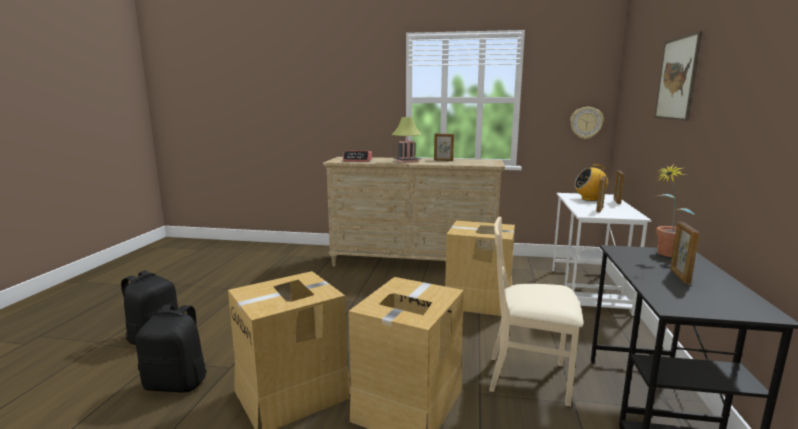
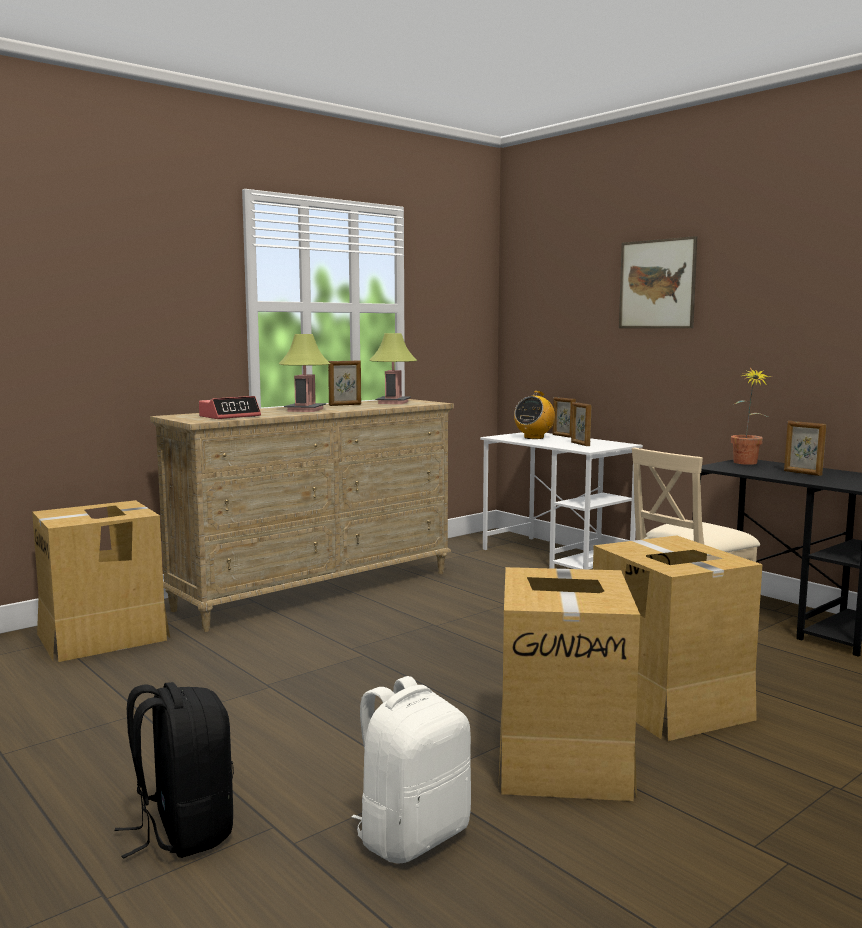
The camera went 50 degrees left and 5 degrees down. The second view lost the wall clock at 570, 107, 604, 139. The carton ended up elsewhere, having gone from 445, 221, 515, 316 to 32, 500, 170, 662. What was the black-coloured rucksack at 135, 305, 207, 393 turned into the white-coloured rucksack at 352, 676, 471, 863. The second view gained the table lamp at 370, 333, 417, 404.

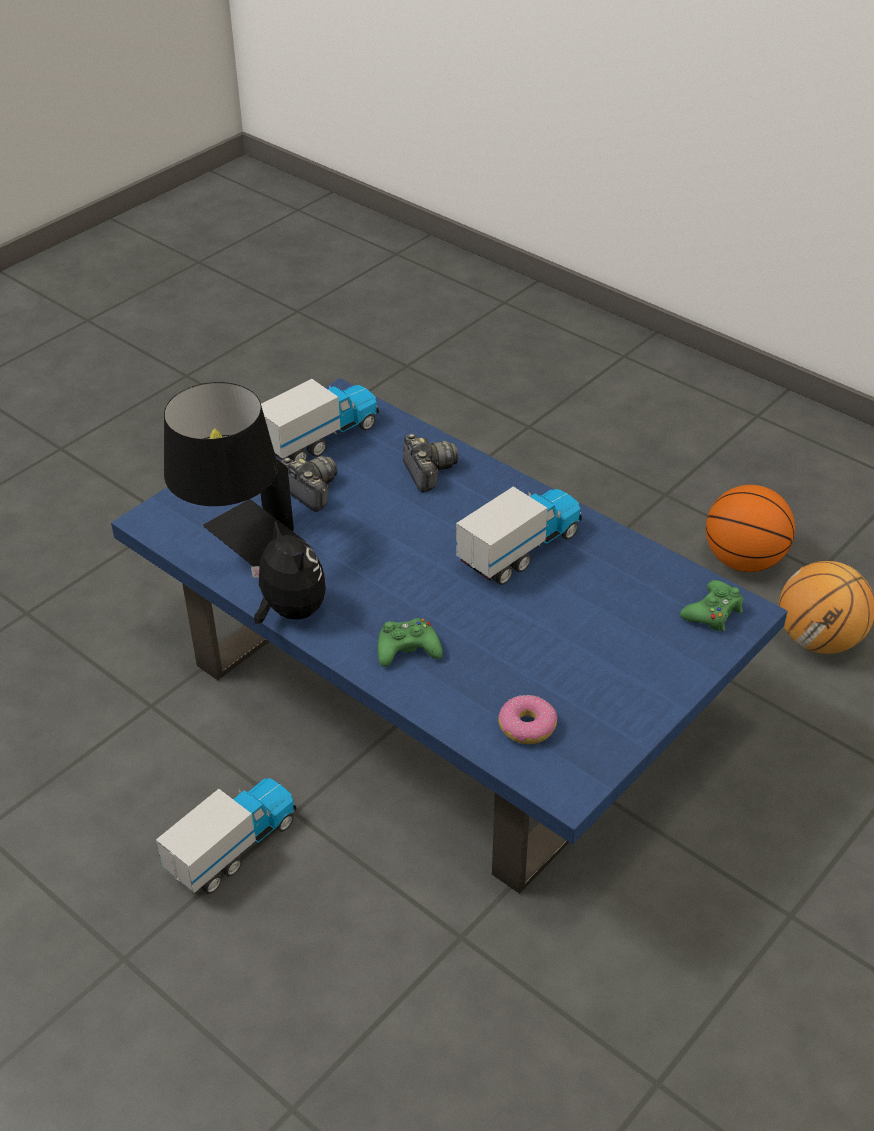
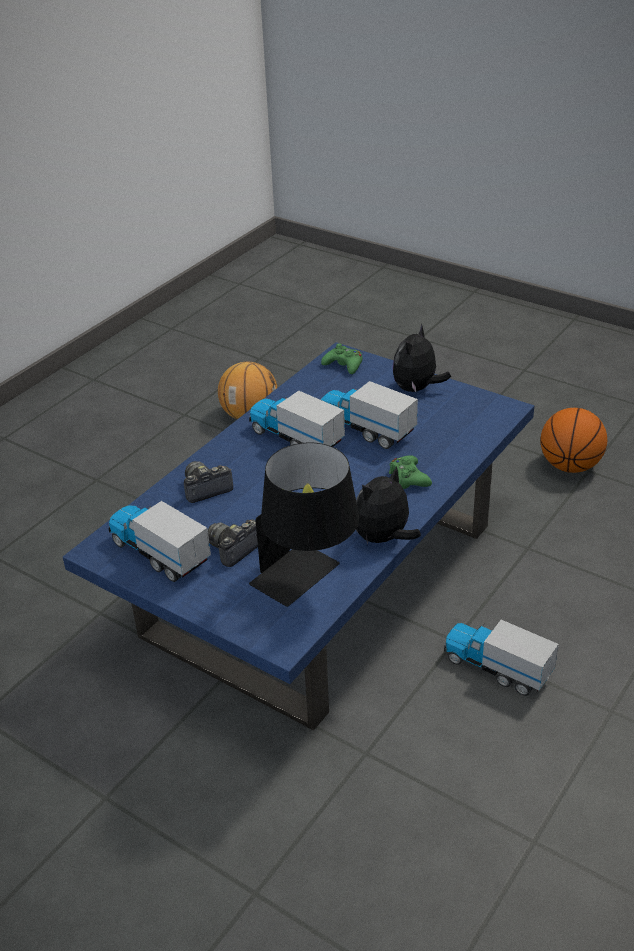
The camera went 95 degrees left and 5 degrees down. The ball for basketball ended up elsewhere, having gone from 706, 485, 795, 572 to 540, 408, 607, 473. The second view lost the ring doughnut at 498, 695, 557, 744. The second view gained the cuddly toy at 392, 323, 451, 393. The second view gained the model truck at 321, 381, 418, 449.

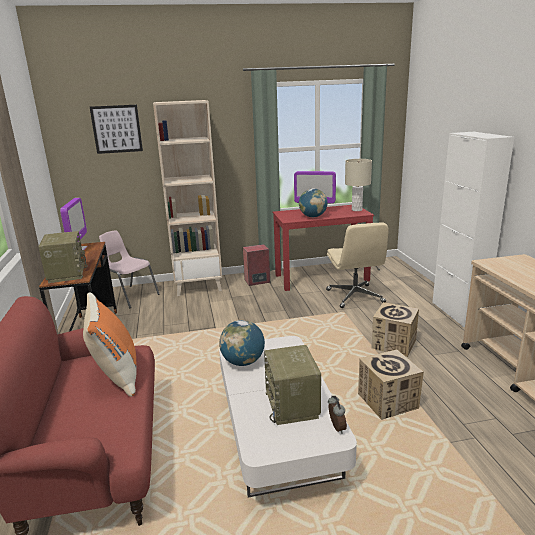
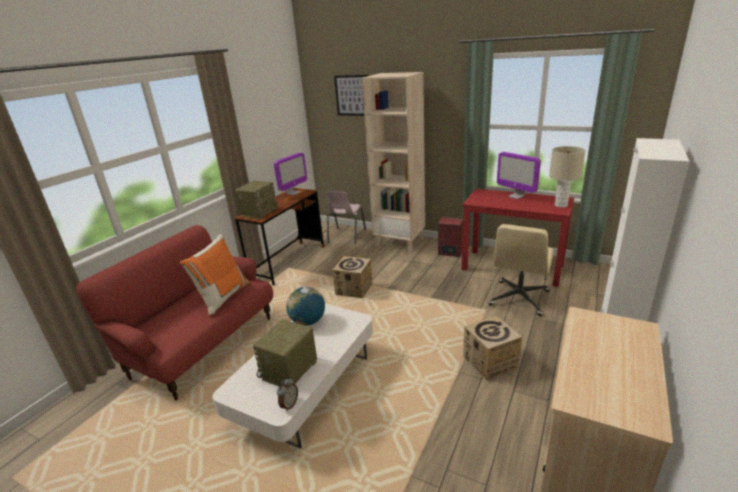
The camera went 40 degrees right and 5 degrees up. The second view lost the globe at 299, 188, 328, 217. The pink-coloured chair at 99, 230, 160, 309 ended up facing another way, 150 degrees counterclockwise from before. The carton ended up elsewhere, having gone from 358, 349, 424, 420 to 332, 256, 373, 298.

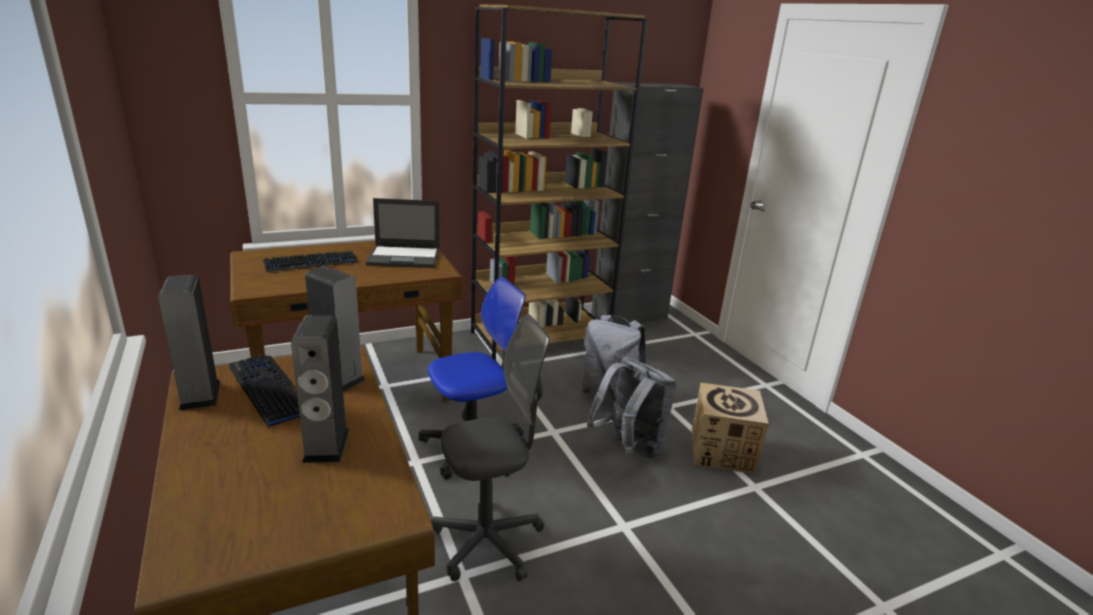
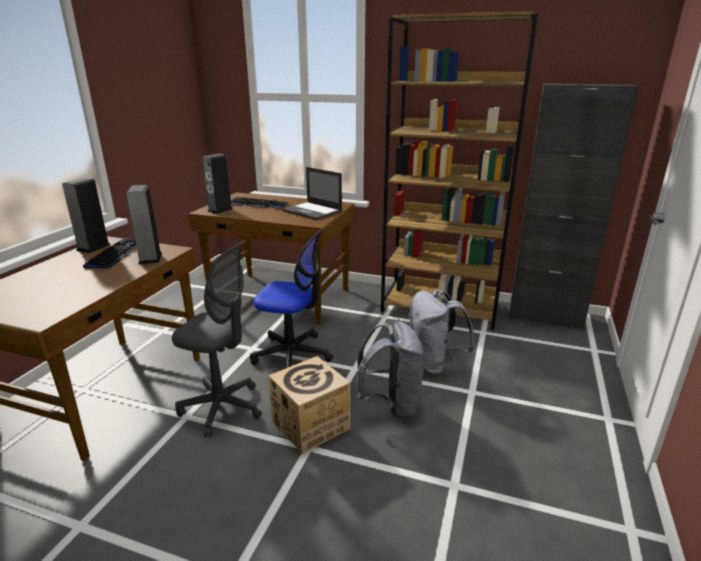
The camera went 45 degrees right and 0 degrees up. The audio speaker ended up elsewhere, having gone from 291, 315, 349, 463 to 202, 154, 233, 214. The carton ended up elsewhere, having gone from 692, 383, 769, 474 to 268, 356, 350, 454.

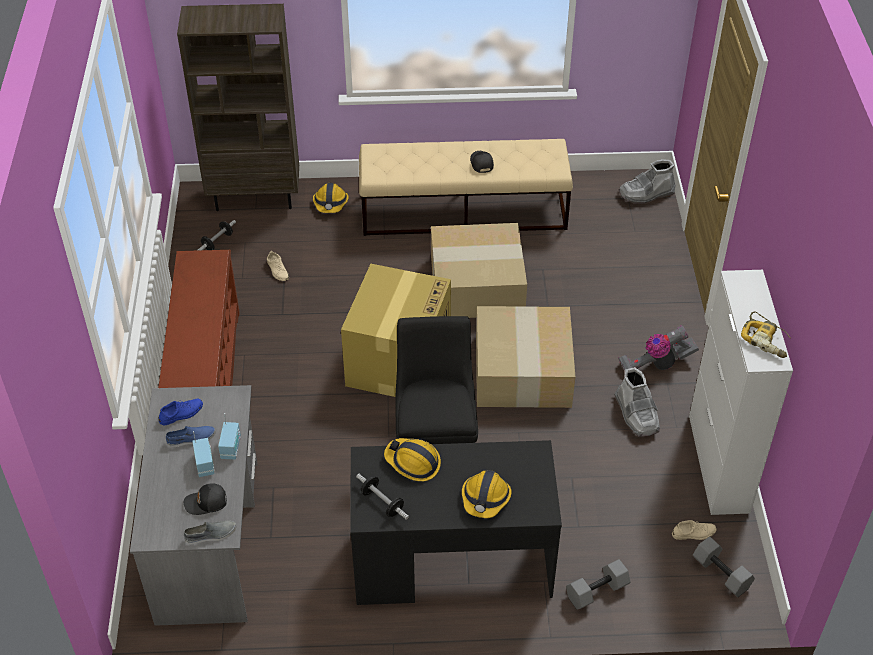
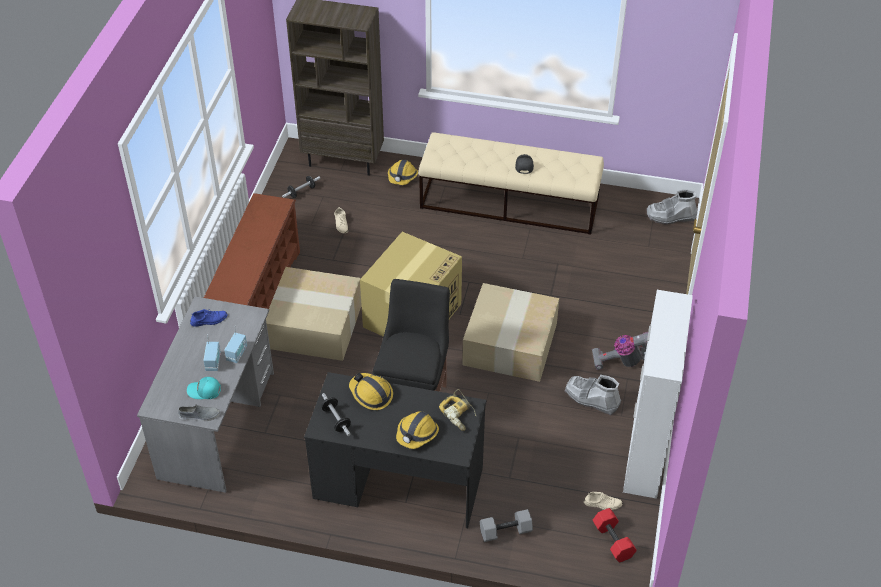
The camera went 15 degrees right and 0 degrees up. The carton ended up elsewhere, having gone from 431, 223, 527, 318 to 266, 267, 362, 361. The electric drill ended up elsewhere, having gone from 741, 311, 791, 358 to 439, 389, 476, 431. The grey tall boot at 614, 367, 660, 437 ended up facing another way, 120 degrees clockwise from before. The second view lost the blue-coloured shoe at 166, 426, 216, 447. What was the black-coloured peaked cap at 184, 483, 227, 515 turned into the blue-green peaked cap at 187, 377, 221, 399. What was the grey free weight at 693, 537, 755, 597 turned into the red-coloured free weight at 592, 508, 637, 563.

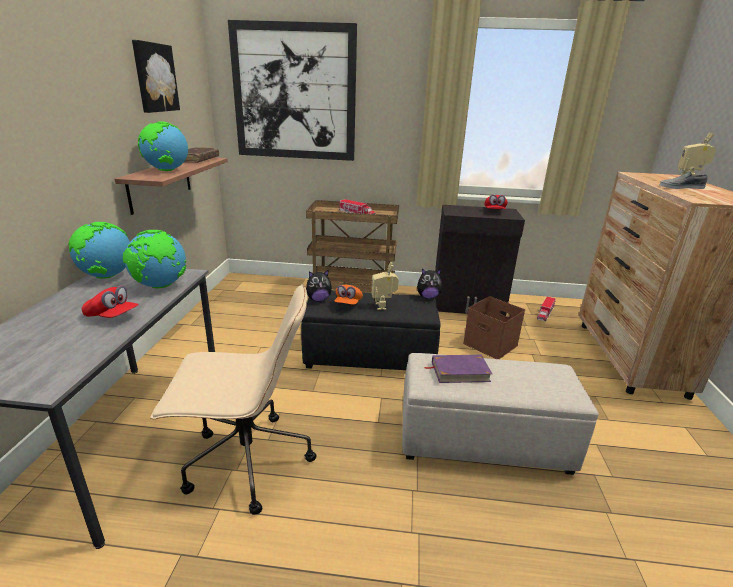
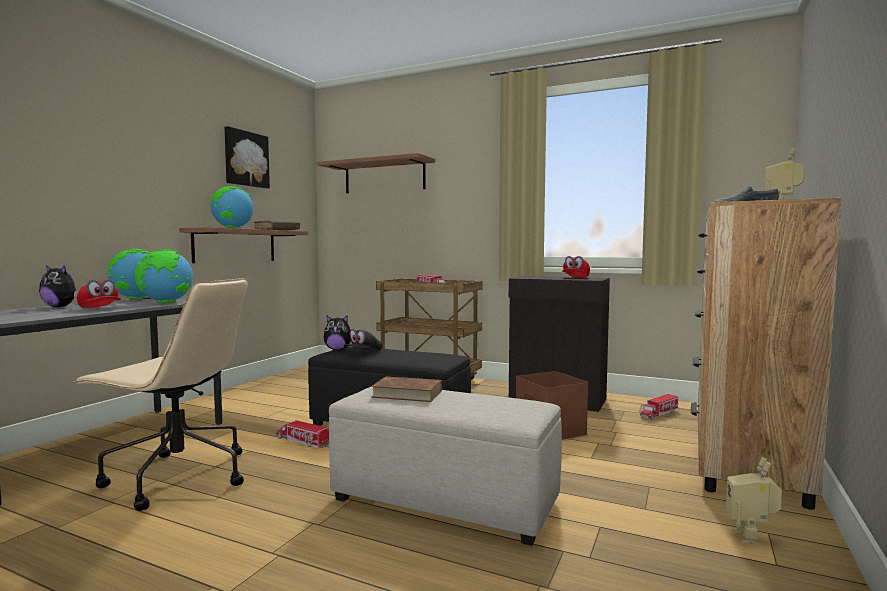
The camera went 20 degrees right and 20 degrees down. Where the wall picture hung at 228, 20, 357, 161, the bracket shelf came to hang at 317, 153, 435, 193. The toy robot ended up elsewhere, having gone from 372, 262, 399, 310 to 726, 457, 782, 546. The cuddly toy ended up elsewhere, having gone from 417, 269, 442, 299 to 39, 265, 79, 307. What was the orangey peaked cap at 334, 285, 363, 305 turned into the black-coloured peaked cap at 343, 329, 382, 351. What was the purple book at 425, 355, 492, 383 turned into the brown book at 371, 377, 442, 402. The second view gained the model truck at 276, 420, 329, 448.

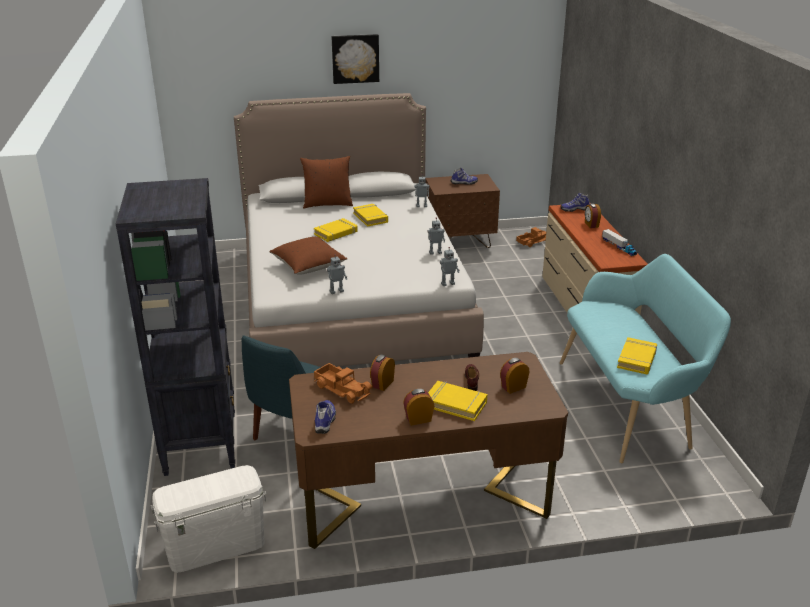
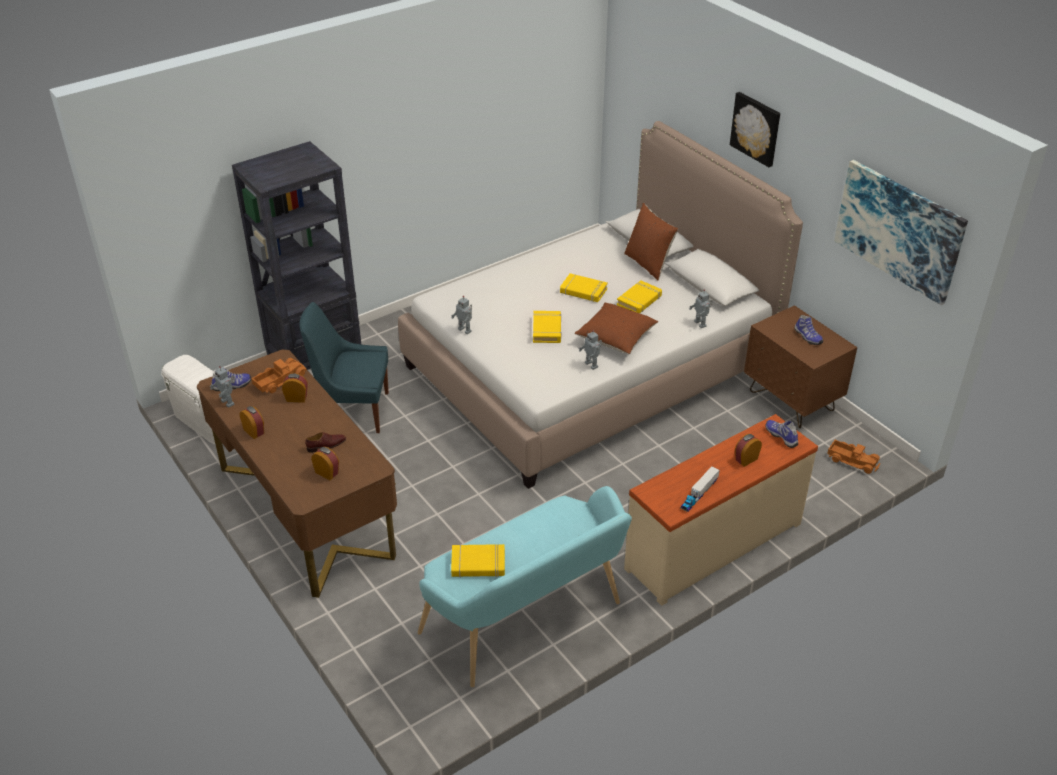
The camera went 65 degrees right and 10 degrees up. The brown pillow ended up elsewhere, having gone from 269, 237, 347, 275 to 575, 303, 658, 354. The toy robot ended up elsewhere, having gone from 440, 247, 459, 286 to 210, 366, 235, 408. The model truck at 314, 363, 372, 404 ended up facing another way, 150 degrees counterclockwise from before. The yellowish book ended up elsewhere, having gone from 428, 381, 487, 421 to 533, 311, 561, 343. The second view gained the wall picture at 834, 160, 968, 305.

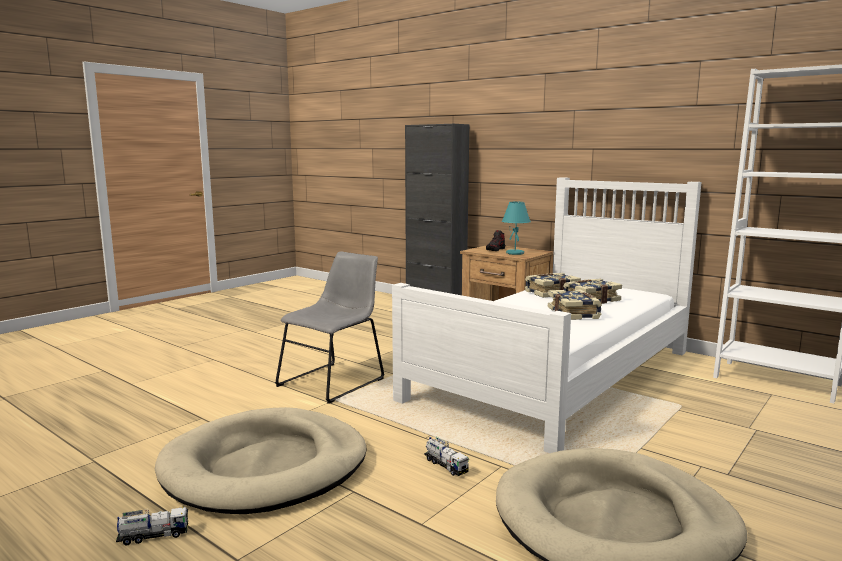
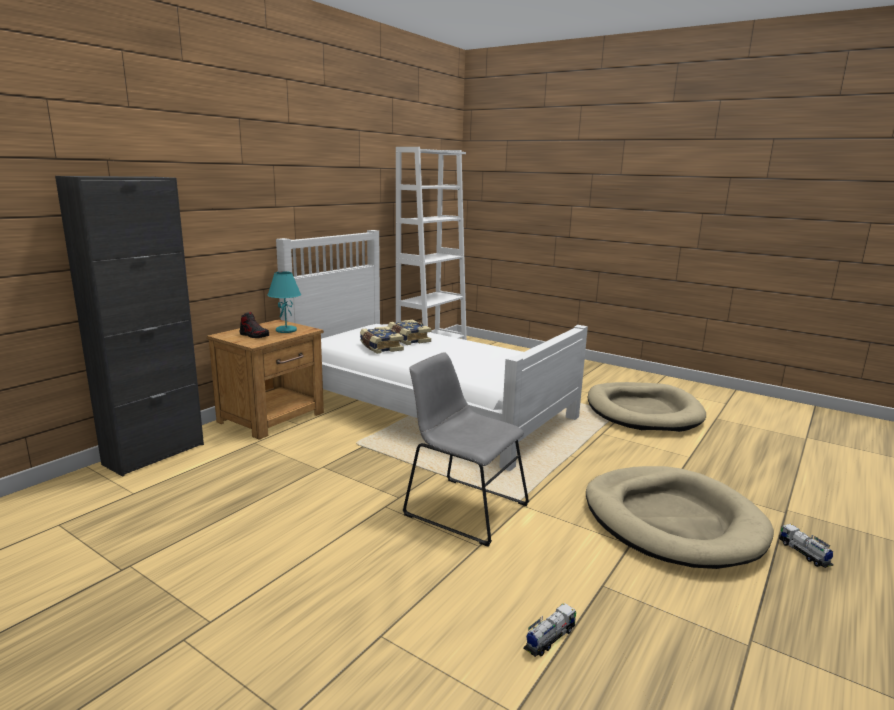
The camera went 95 degrees left and 5 degrees up. The second view lost the book at 548, 289, 602, 320. The model truck ended up elsewhere, having gone from 424, 437, 469, 476 to 523, 603, 577, 657.

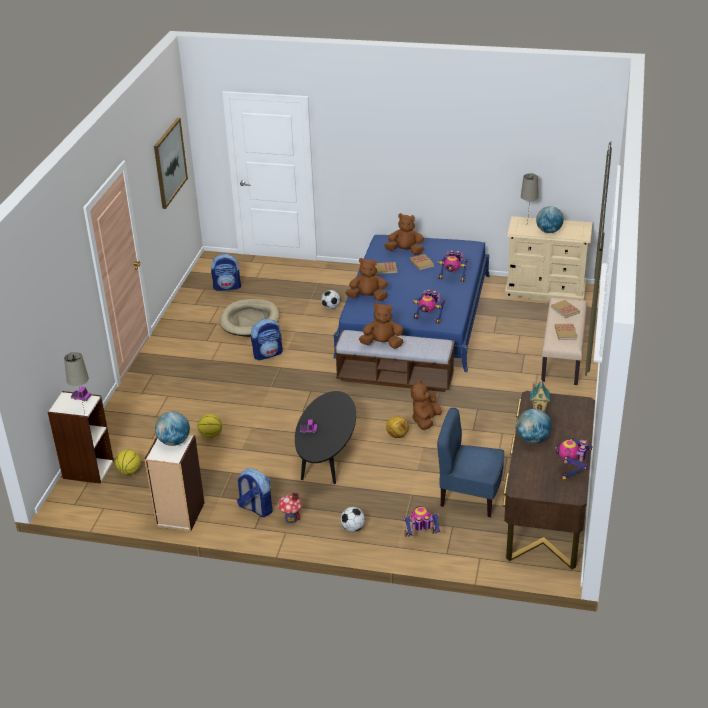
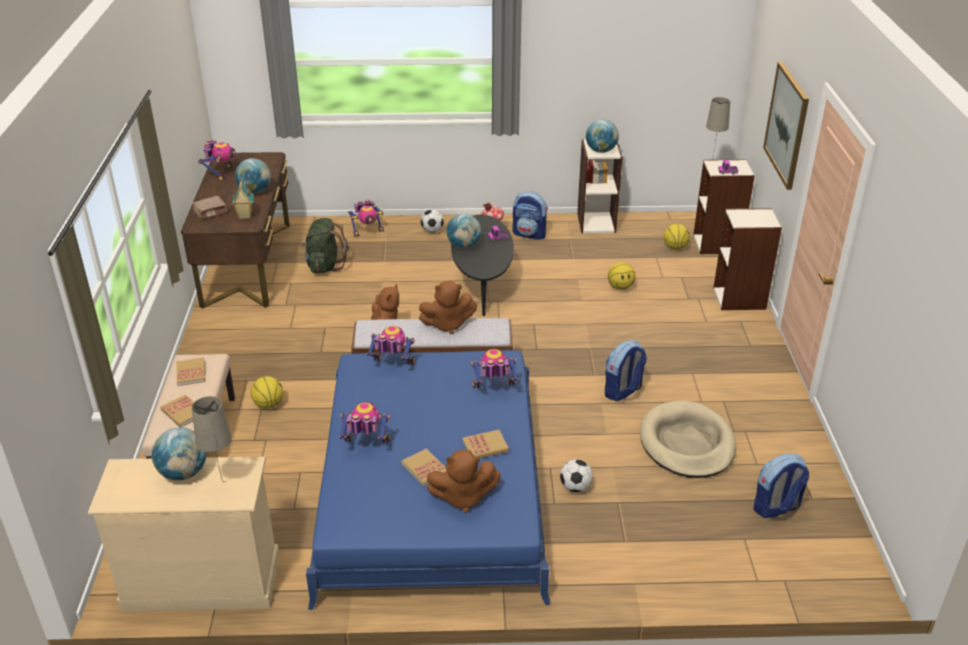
The camera went 165 degrees right and 0 degrees up. The wall picture ended up elsewhere, having gone from 154, 118, 188, 209 to 763, 62, 809, 190. Where the brown cuddly toy stood at 346, 258, 388, 301, the toy robot came to stand at 471, 349, 519, 388. Where the blue-coloured chair stood at 437, 408, 504, 517, the greenish rucksack came to stand at 301, 218, 349, 273. The second view lost the football at 386, 416, 409, 438. The second view gained the brown book at 193, 196, 228, 219. The second view gained the bookcase at 713, 208, 782, 310. The second view gained the globe at 446, 213, 481, 249. The second view gained the ball for basketball at 251, 376, 283, 409.

